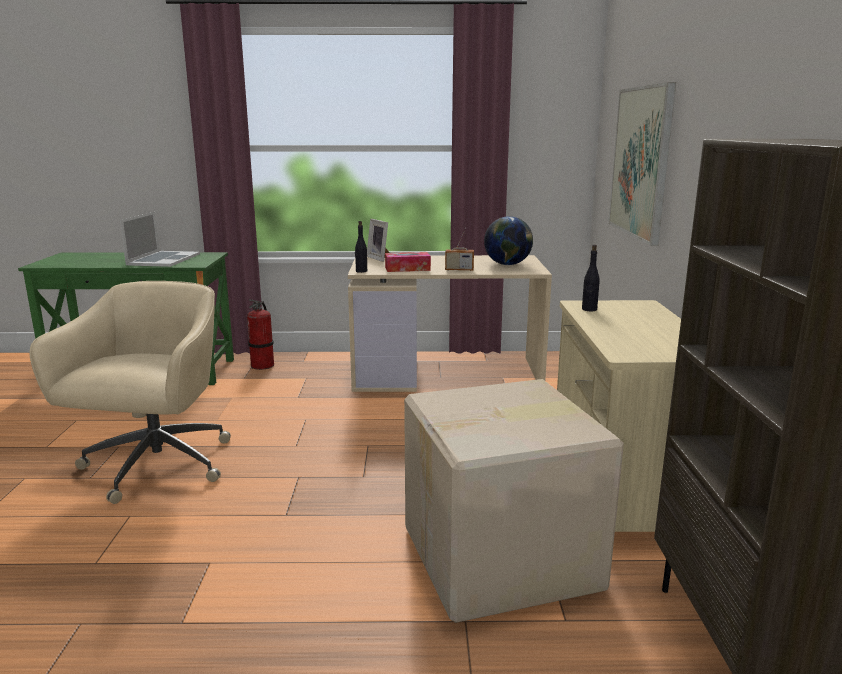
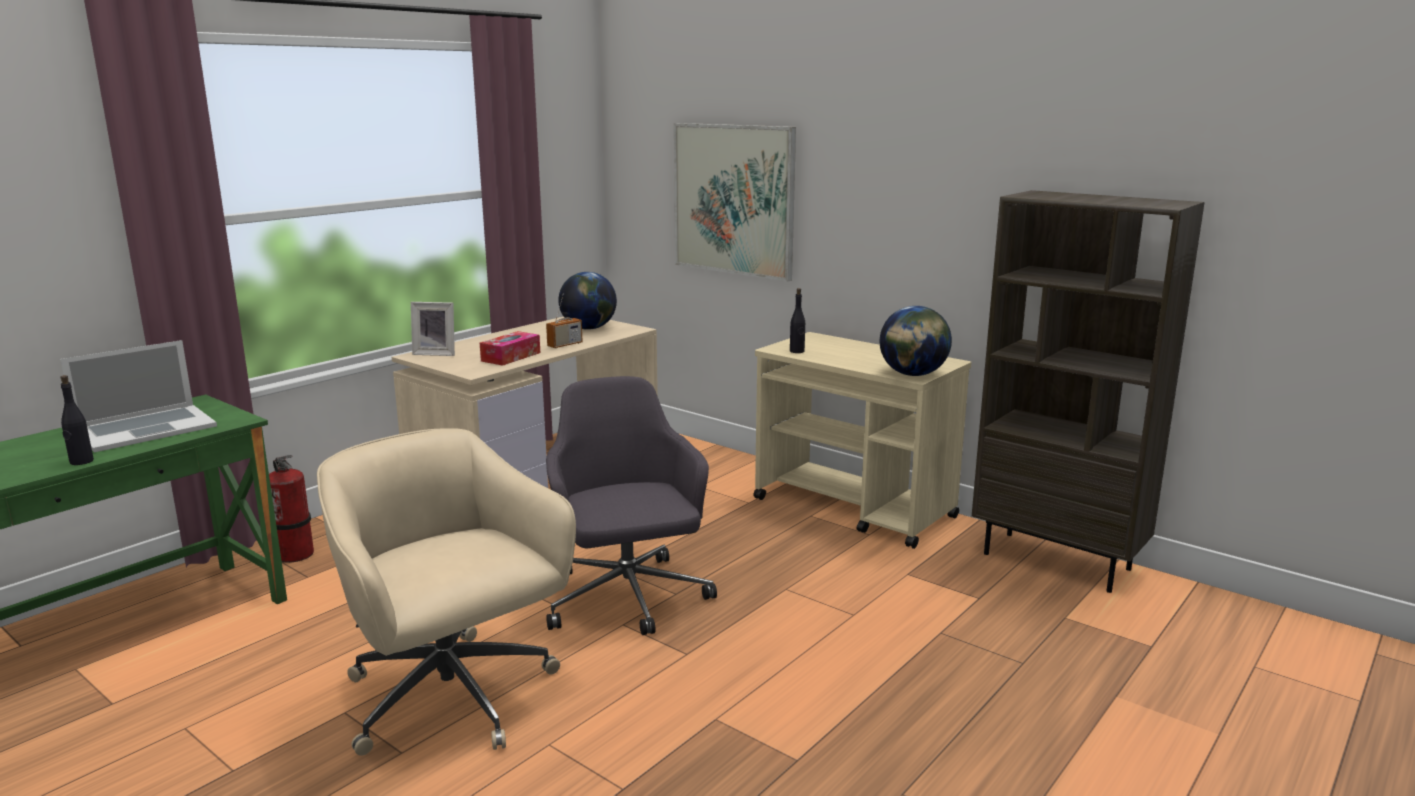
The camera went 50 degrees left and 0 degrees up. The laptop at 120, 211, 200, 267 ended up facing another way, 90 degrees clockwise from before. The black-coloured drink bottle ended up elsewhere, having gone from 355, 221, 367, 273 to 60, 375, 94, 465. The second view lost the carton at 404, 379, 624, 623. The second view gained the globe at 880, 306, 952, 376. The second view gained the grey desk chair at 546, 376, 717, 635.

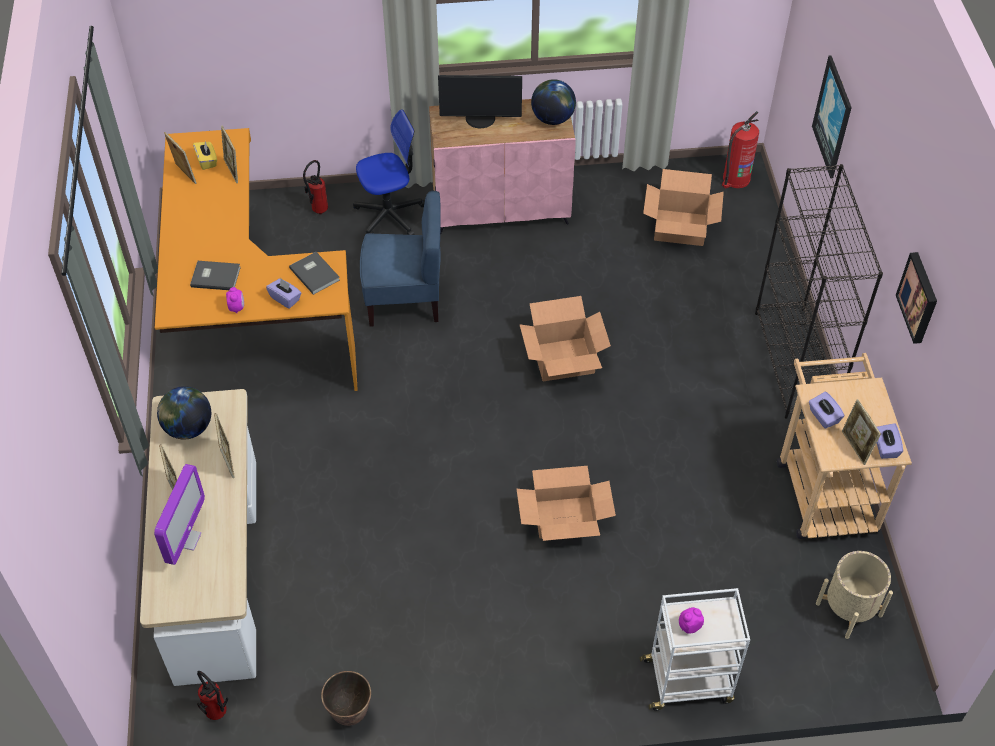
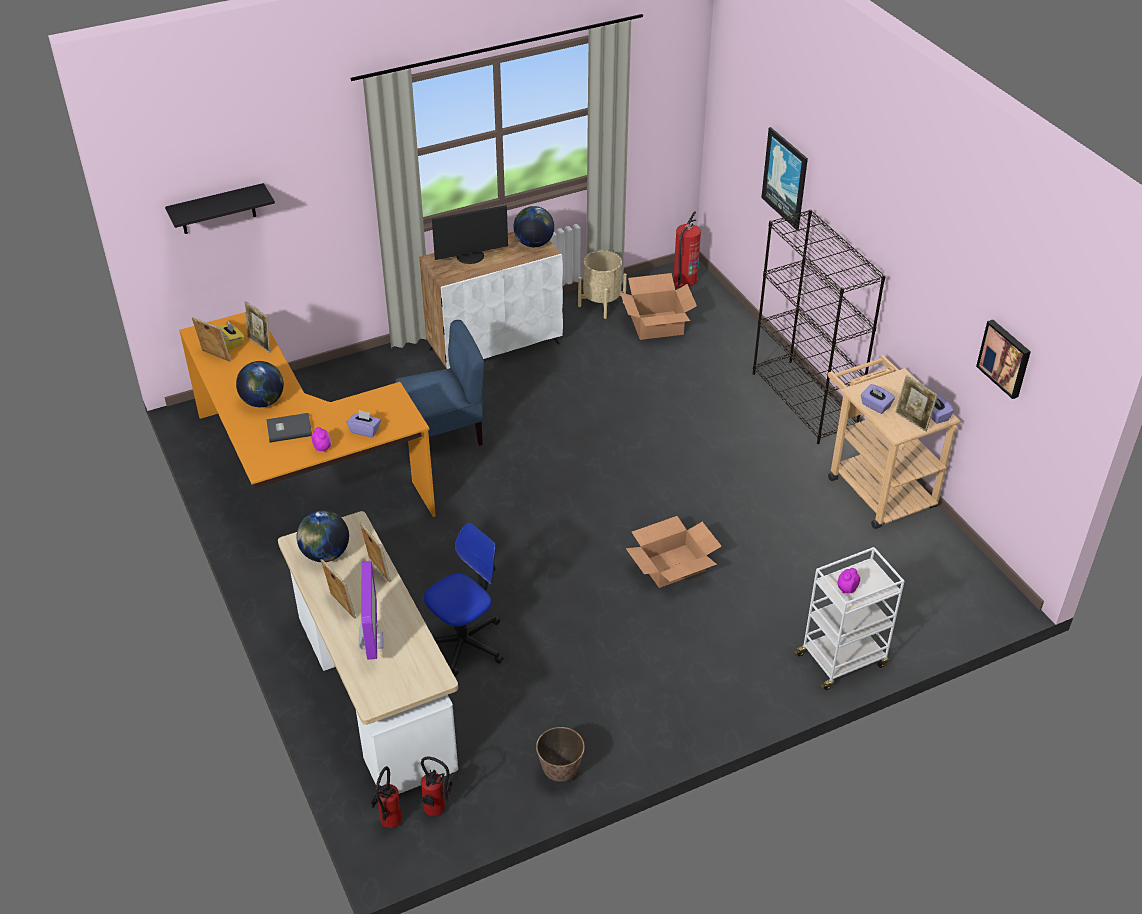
The camera went 20 degrees left and 10 degrees down. What was the pink-coloured storage cabinet at 429, 99, 576, 234 turned into the white-coloured storage cabinet at 419, 232, 563, 369. The desk chair ended up elsewhere, having gone from 353, 109, 425, 235 to 424, 522, 504, 676. The fire-fighting cylinder ended up elsewhere, having gone from 303, 160, 328, 214 to 371, 766, 402, 828. The second view lost the grey book at 289, 252, 340, 295. The wall picture ended up elsewhere, having gone from 896, 252, 937, 344 to 976, 320, 1031, 399. The second view lost the carton at 519, 296, 611, 381. The beige planter ended up elsewhere, having gone from 816, 551, 893, 639 to 578, 250, 627, 319. The second view gained the black-coloured bracket shelf at 165, 183, 275, 234. The second view gained the globe at 236, 361, 284, 407.

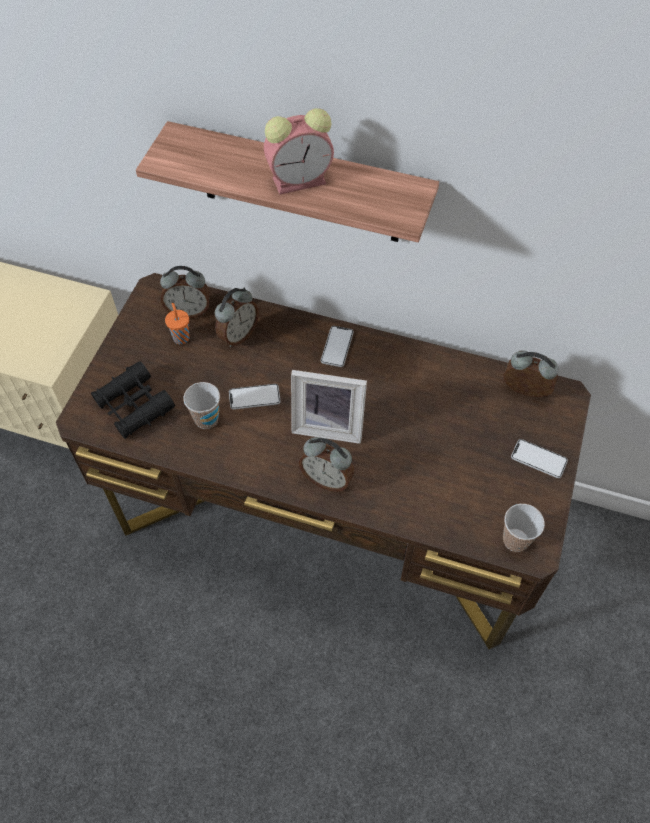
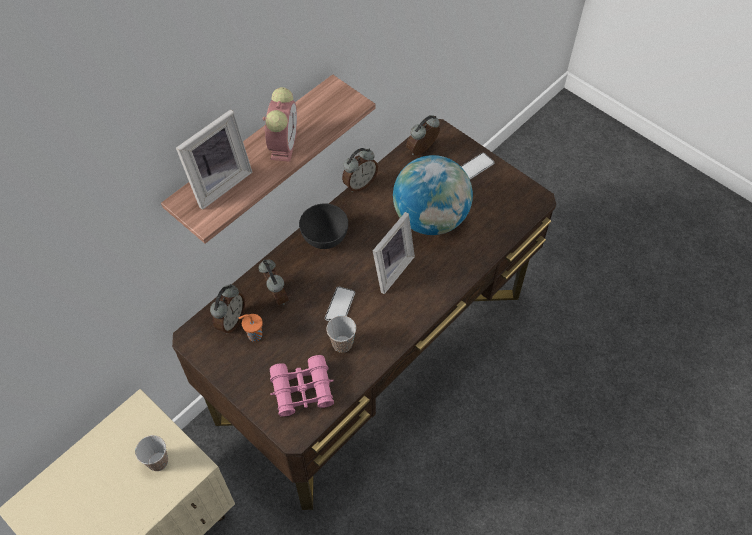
The camera went 65 degrees left and 0 degrees up. Where the handset stood at 321, 326, 354, 367, the grey bowl came to stand at 299, 203, 348, 249. What was the black-coloured field glasses at 91, 361, 175, 439 turned into the pink-coloured field glasses at 270, 355, 334, 417. The alarm clock ended up elsewhere, having gone from 299, 437, 354, 492 to 342, 148, 378, 192. The drinking cup ended up elsewhere, having gone from 503, 504, 545, 552 to 135, 435, 168, 471. The second view gained the standing frame at 176, 109, 252, 210. The second view gained the globe at 393, 155, 473, 235.

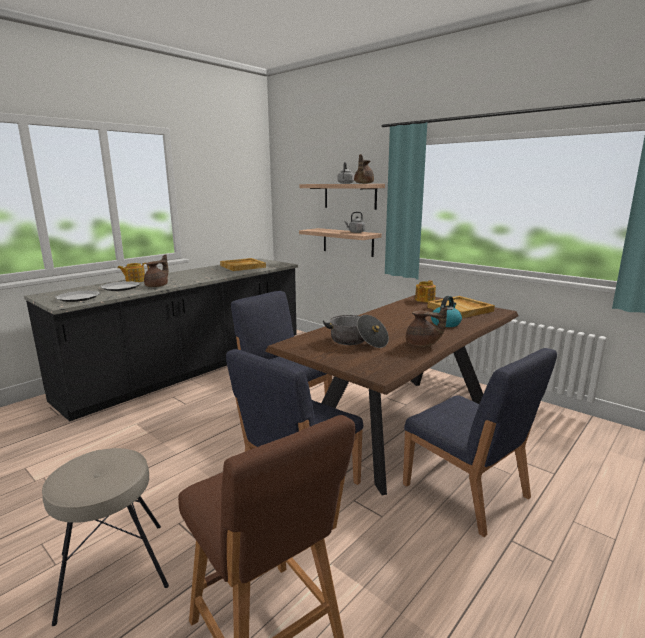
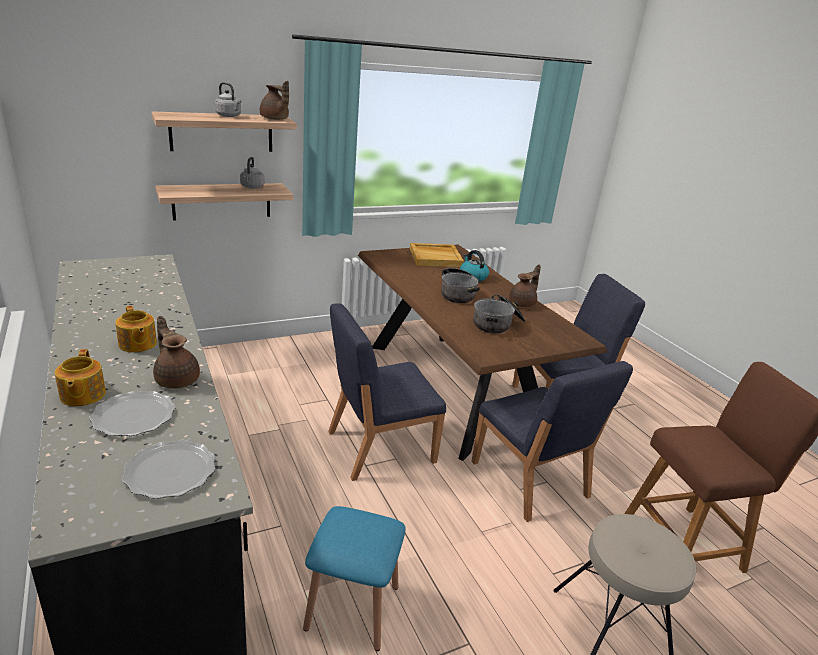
The camera went 70 degrees left and 10 degrees up. The second view lost the beige tray at 220, 258, 266, 271. The teapot ended up elsewhere, having gone from 415, 280, 436, 302 to 115, 306, 157, 353. The second view gained the cooking pot at 441, 268, 480, 303. The second view gained the blue-coloured sitting stool at 303, 506, 406, 651.

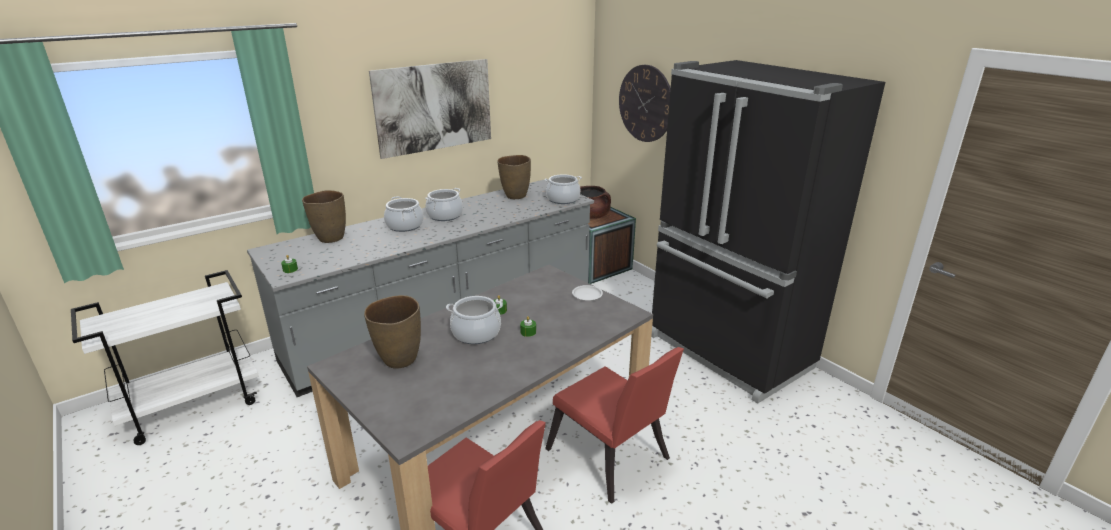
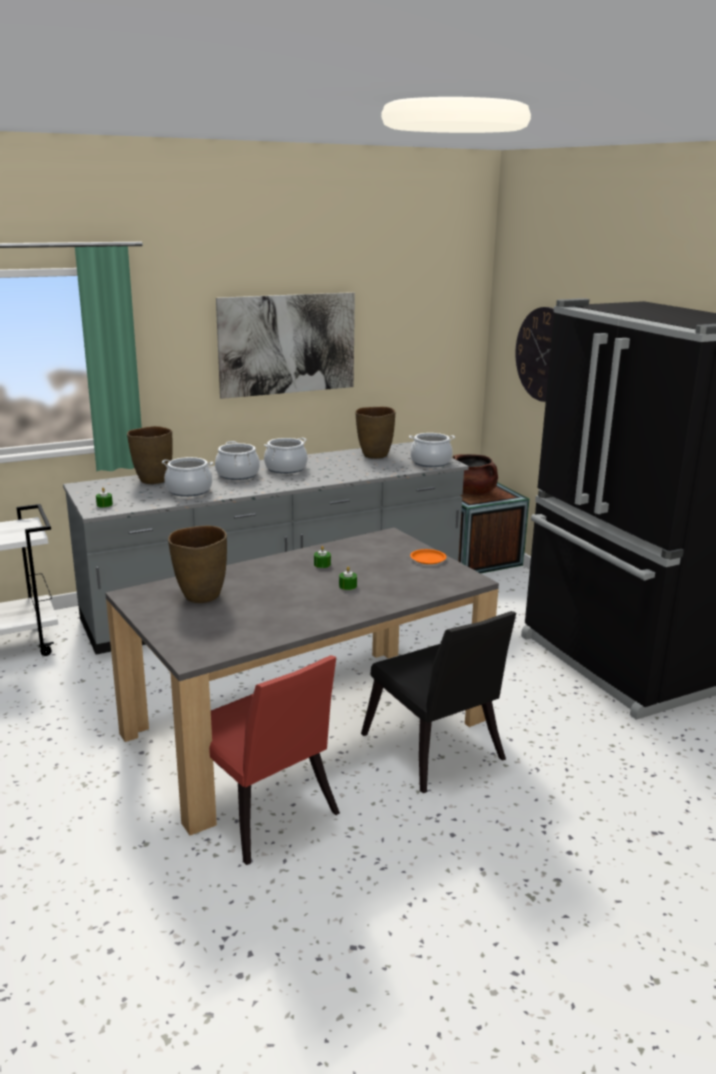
The camera went 10 degrees right and 5 degrees down. What was the white-coloured plate at 572, 285, 603, 301 turned into the orangey plate at 410, 549, 446, 564. The cooking pot ended up elsewhere, having gone from 446, 296, 503, 344 to 162, 457, 213, 497. What was the red-coloured chair at 545, 347, 684, 504 turned into the black-coloured chair at 361, 611, 516, 793.

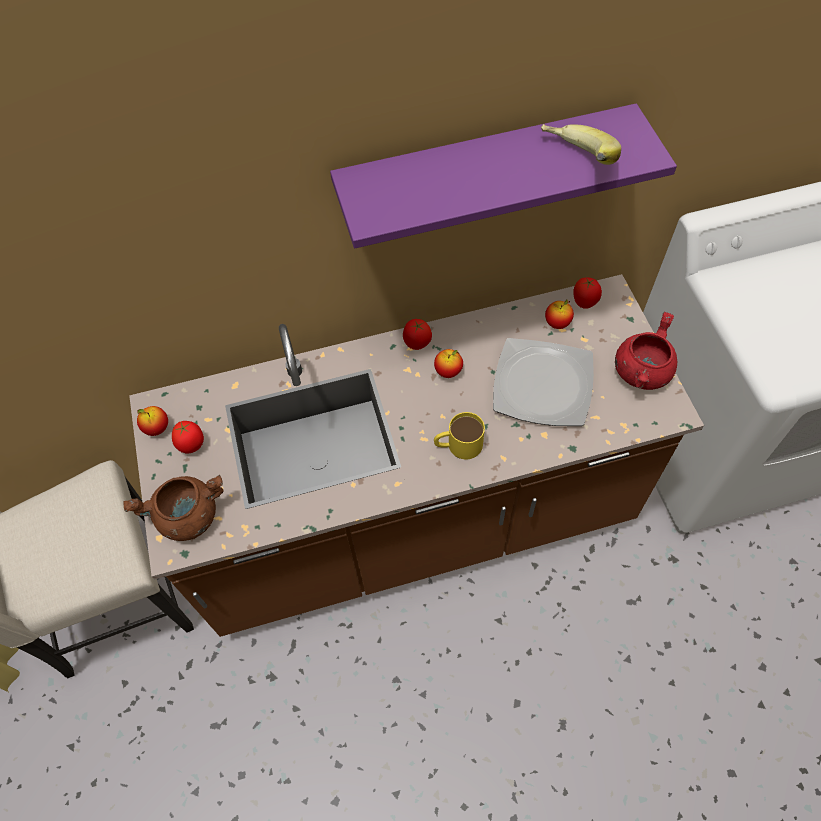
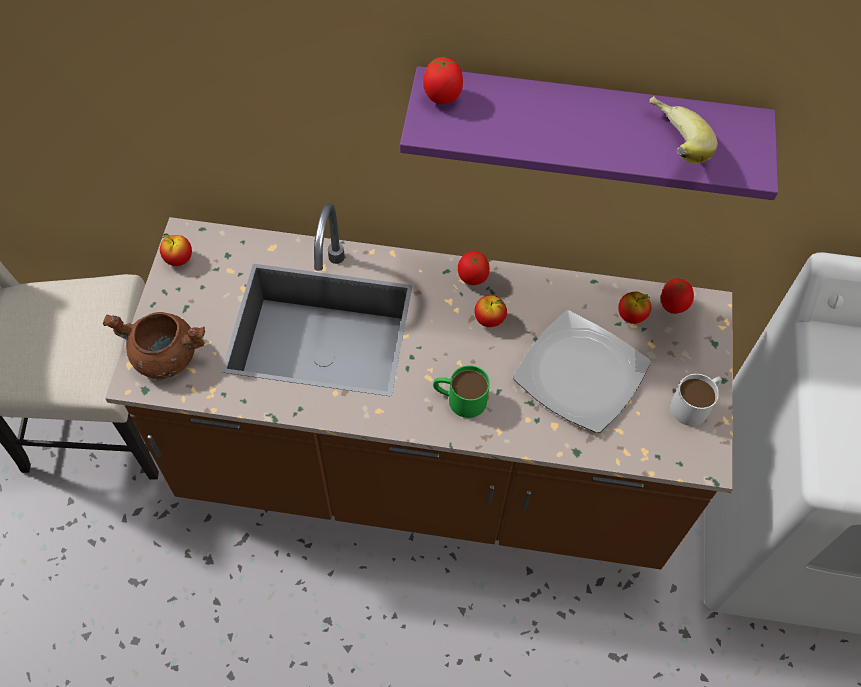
The camera went 20 degrees right and 0 degrees up. Where the red-coloured cooking pot stood at 615, 312, 677, 390, the white-coloured tea mug came to stand at 670, 374, 722, 426. What was the yellowish tea mug at 434, 412, 485, 459 turned into the greenish tea mug at 433, 365, 490, 418. The tomato ended up elsewhere, having gone from 172, 421, 204, 454 to 423, 57, 463, 104.

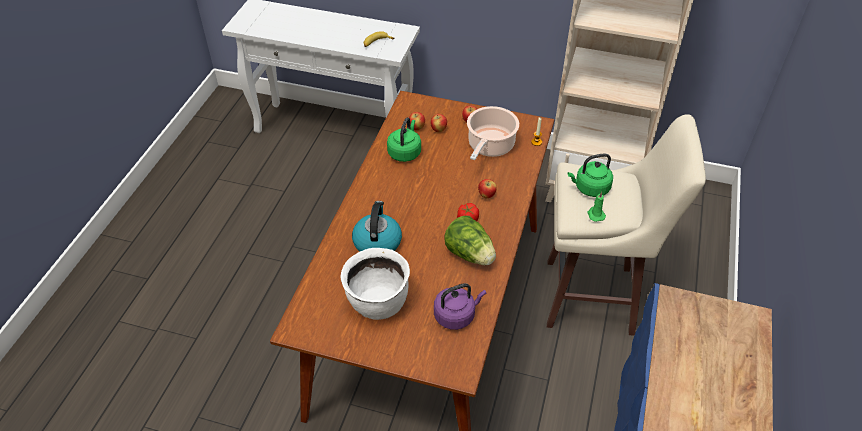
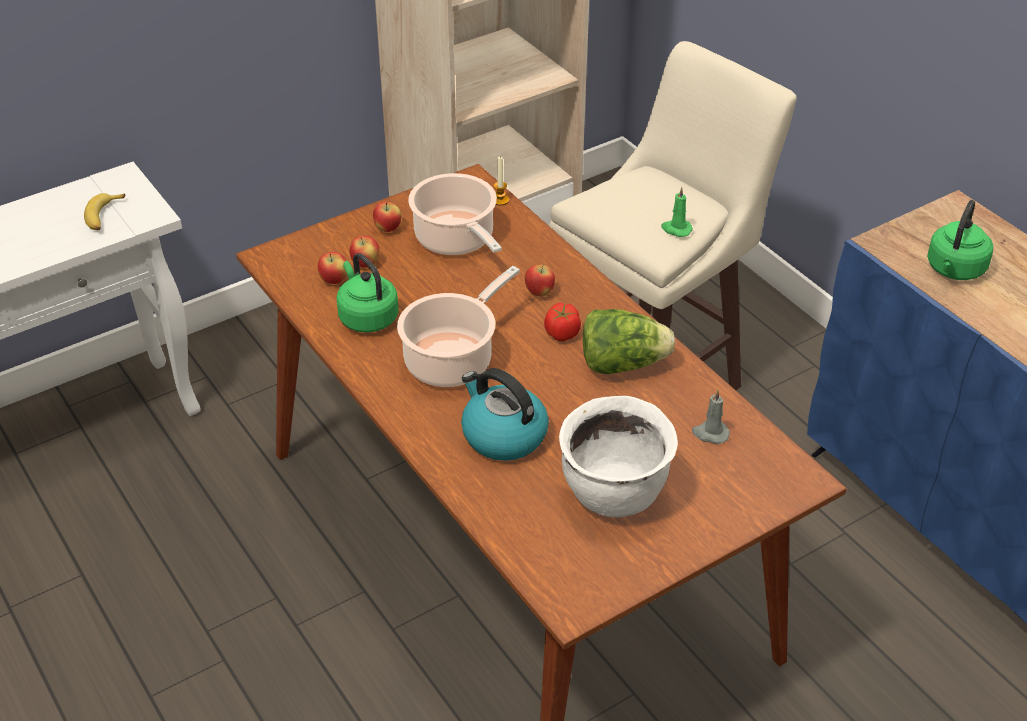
The camera went 50 degrees left and 5 degrees down. The greenish water kettle ended up elsewhere, having gone from 568, 154, 613, 197 to 927, 200, 993, 280. Where the purple water kettle stood at 434, 283, 486, 330, the grey wax candle came to stand at 692, 389, 730, 444. The second view gained the cooking pot at 397, 266, 520, 387.

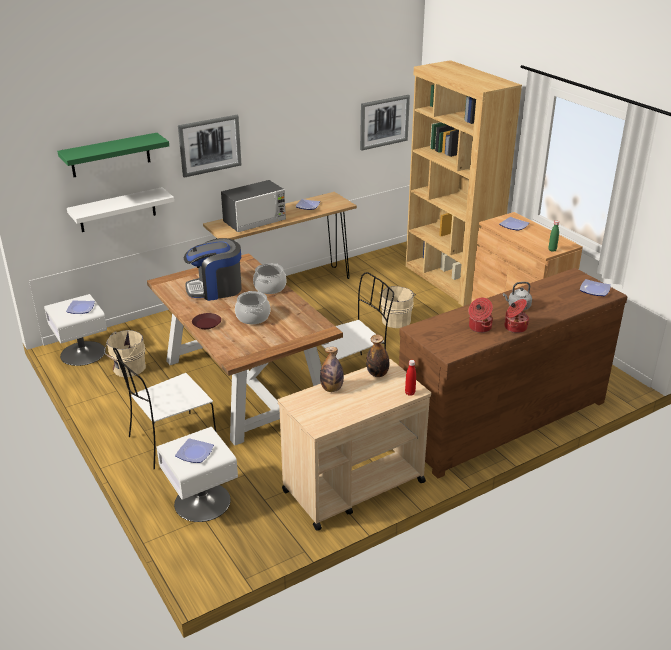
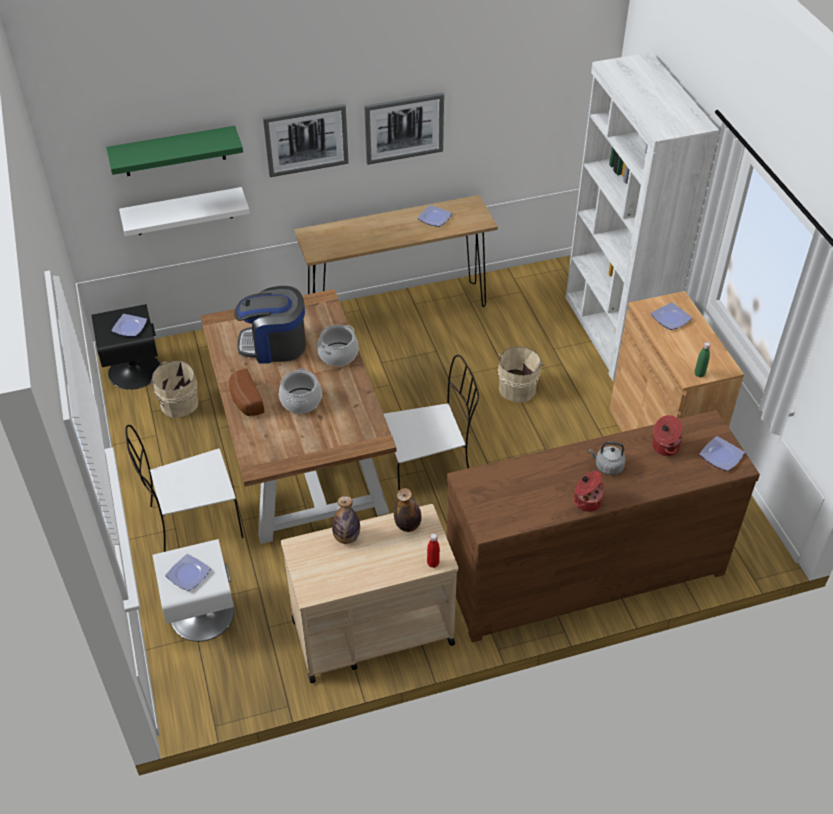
The camera went 15 degrees right and 15 degrees up. What was the brown bookcase at 406, 60, 522, 306 turned into the white-coloured bookcase at 566, 52, 719, 381. The wall picture ended up elsewhere, having gone from 360, 95, 410, 151 to 364, 93, 444, 165. The second view lost the microwave at 221, 180, 286, 232. What was the white-coloured night table at 44, 294, 107, 366 turned into the black-coloured night table at 91, 304, 160, 390. The cooking pot ended up elsewhere, having gone from 469, 298, 493, 333 to 652, 415, 682, 456. Where the brown plate stood at 192, 313, 221, 329, the baked bread came to stand at 229, 369, 264, 416.

